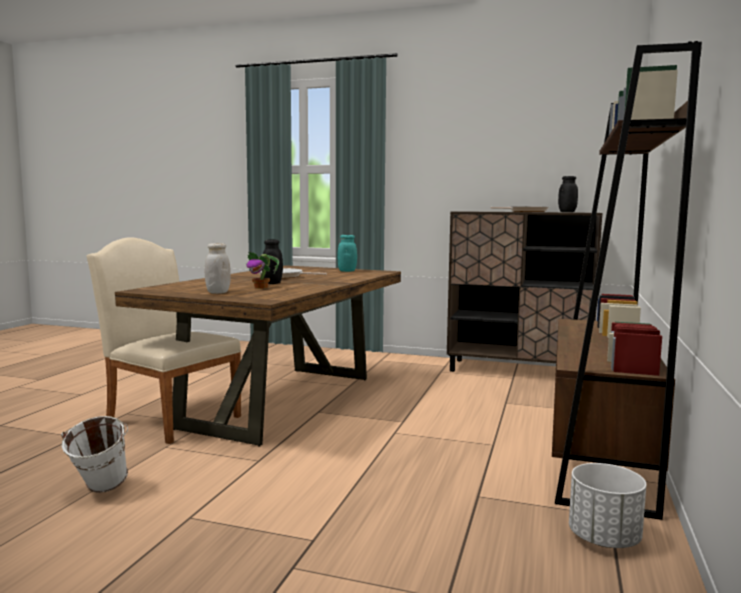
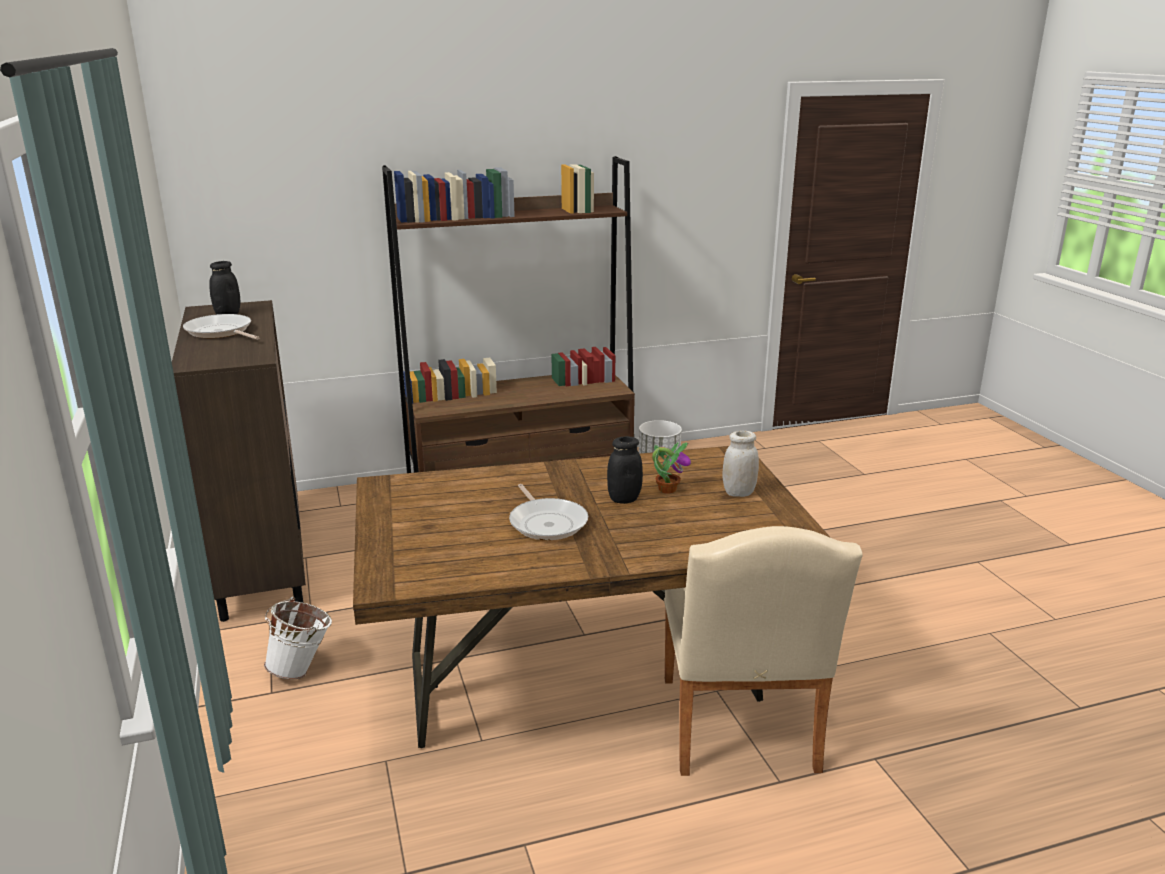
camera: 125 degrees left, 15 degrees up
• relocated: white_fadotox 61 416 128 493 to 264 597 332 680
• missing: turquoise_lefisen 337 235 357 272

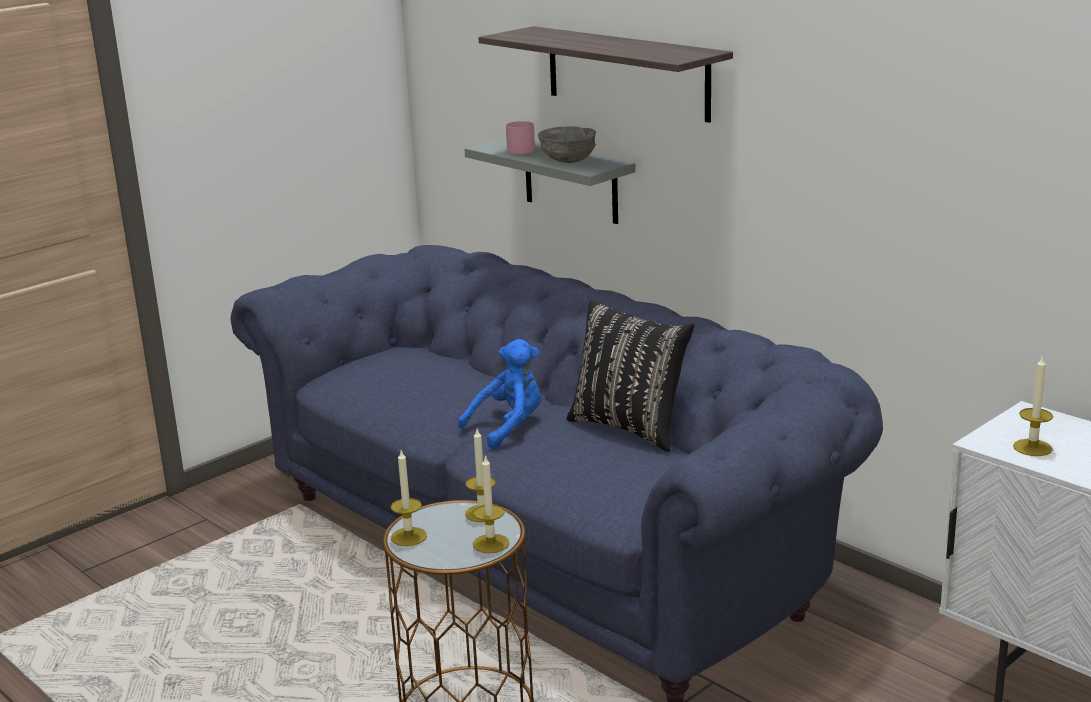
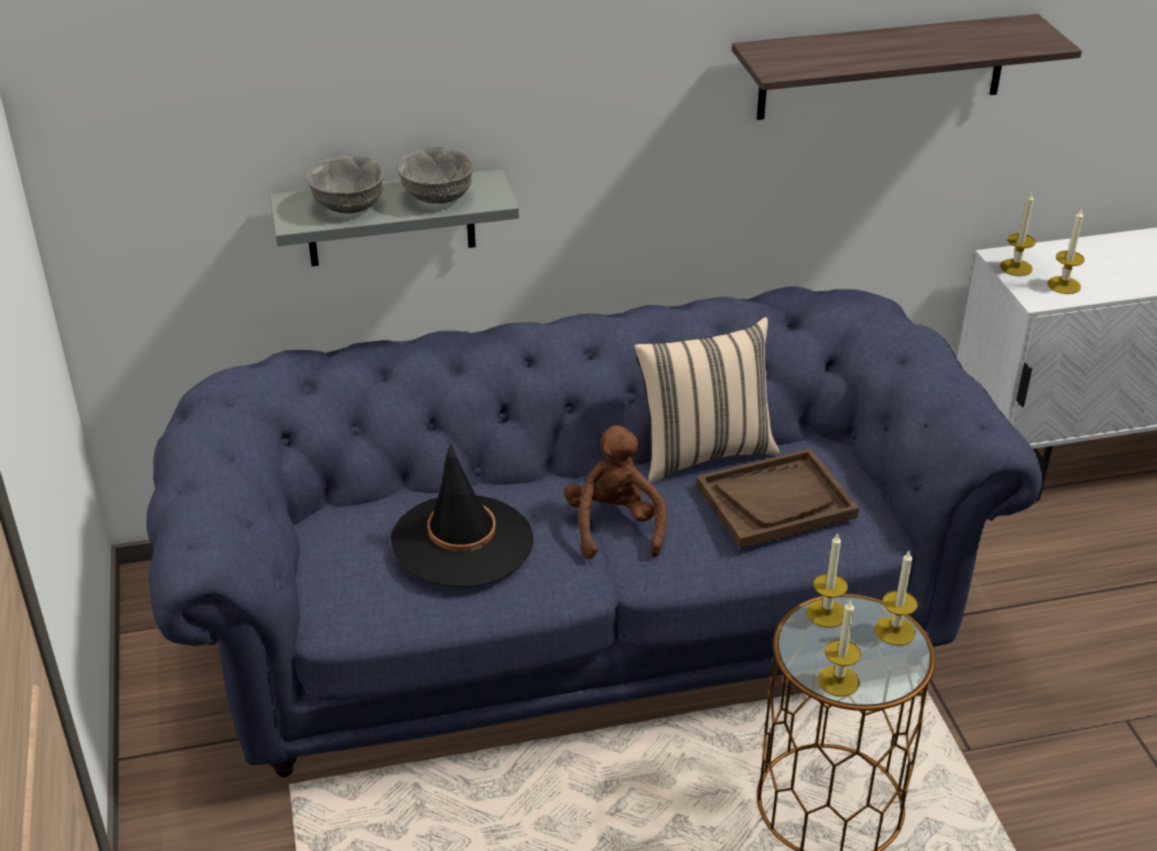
camera: 60 degrees left, 15 degrees up
• colour: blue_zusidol 458 339 541 450 to brown_zusidol 564 425 667 559
• relocated: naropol 478 26 733 123 to 732 14 1082 120
• exchanged: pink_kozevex 506 121 535 154 to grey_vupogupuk 306 156 384 213
• colour: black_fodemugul 566 300 694 452 to beige_fodemugul 634 317 779 483
• appeared: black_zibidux 391 443 534 587
• appeared: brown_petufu 696 448 859 549
• appeared: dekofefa 1000 191 1036 276

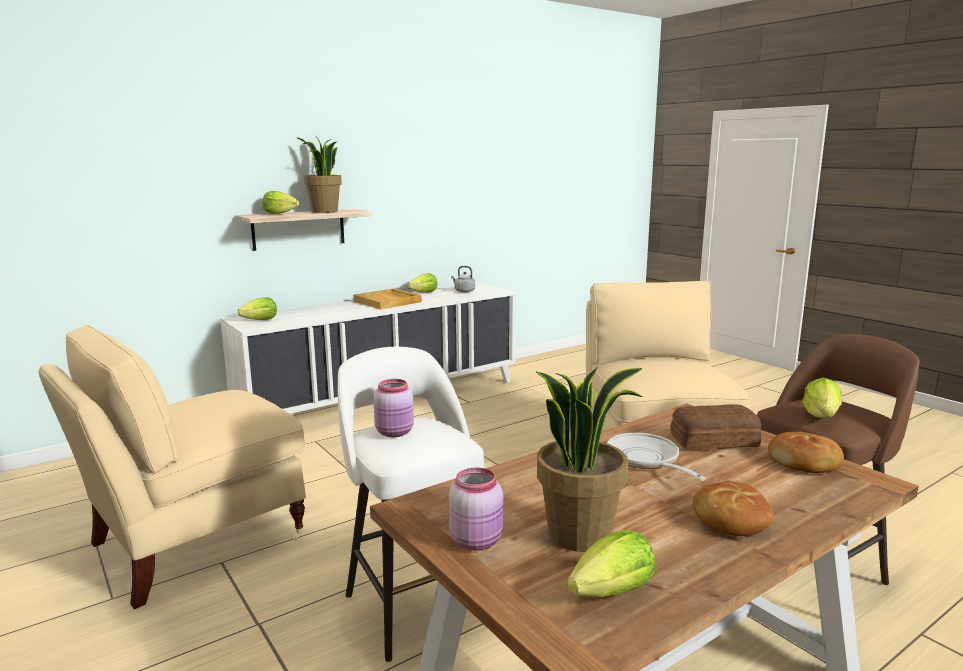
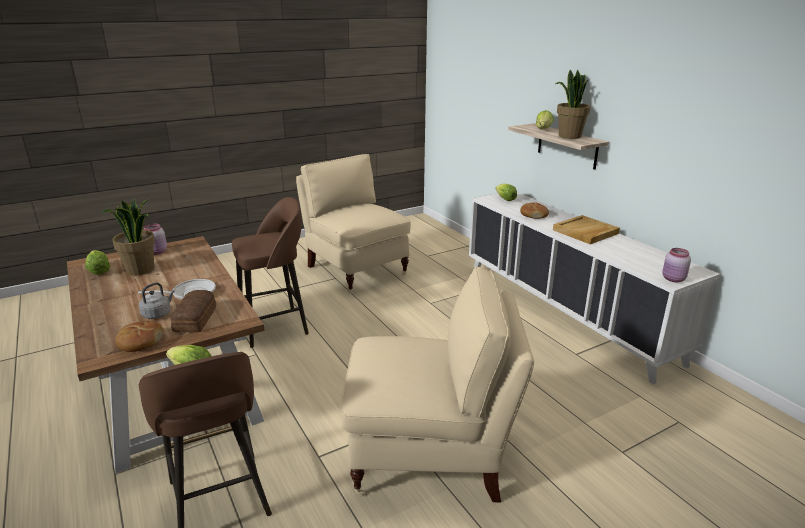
camera: 95 degrees right, 10 degrees up
• colour: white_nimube 338 347 484 662 to brown_nimube 232 197 309 348
• relocated: pink_lefisen 374 379 414 437 to 662 248 691 282
• missing: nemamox 407 273 438 293
• relocated: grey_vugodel 451 266 475 292 to 139 282 174 319
• relocated: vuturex 693 481 773 536 to 520 203 549 219

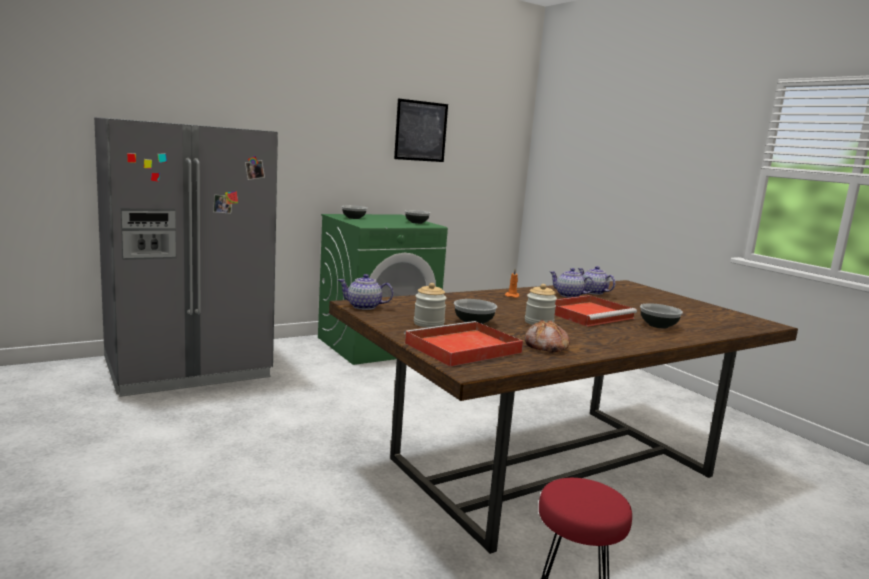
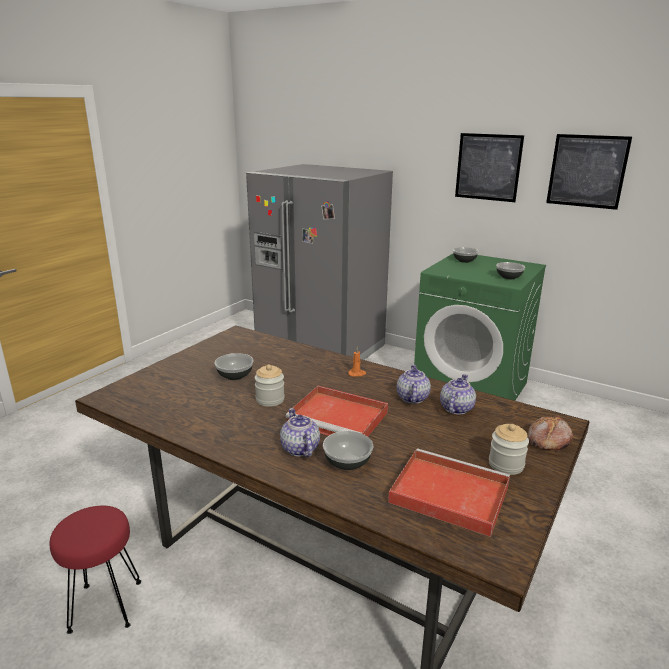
camera: 65 degrees right, 10 degrees up
• relocated: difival 338 274 393 310 to 280 408 320 457
• relocated: red_petufu 404 321 523 367 to 388 448 510 537
• relocated: lefisen 414 283 447 328 to 489 424 529 475
• relocated: vuturex 525 320 570 353 to 528 416 573 450
• appeared: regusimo 455 133 524 202

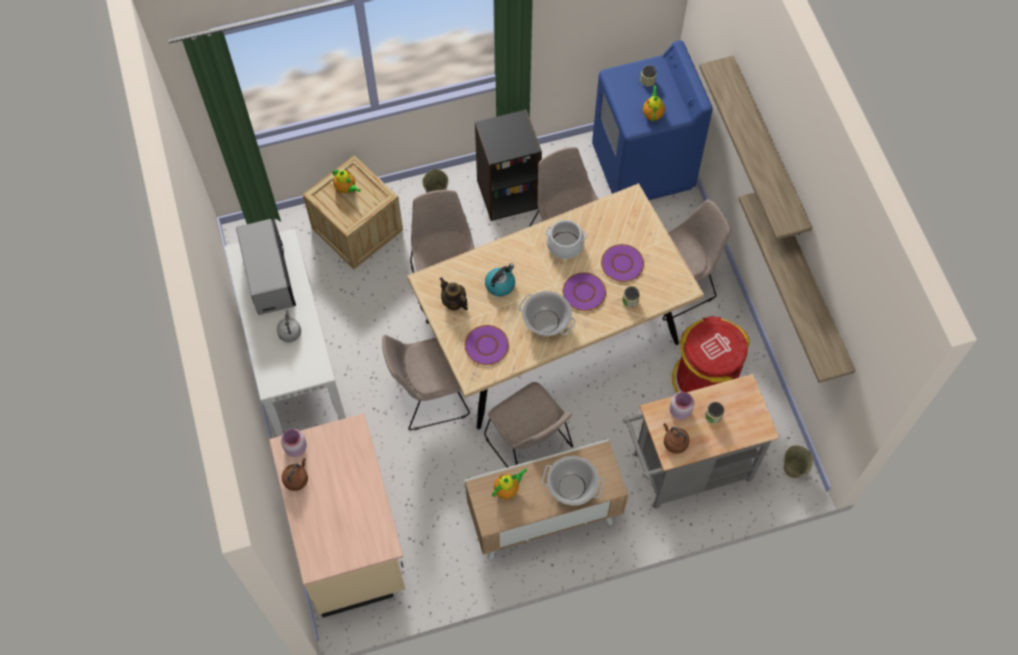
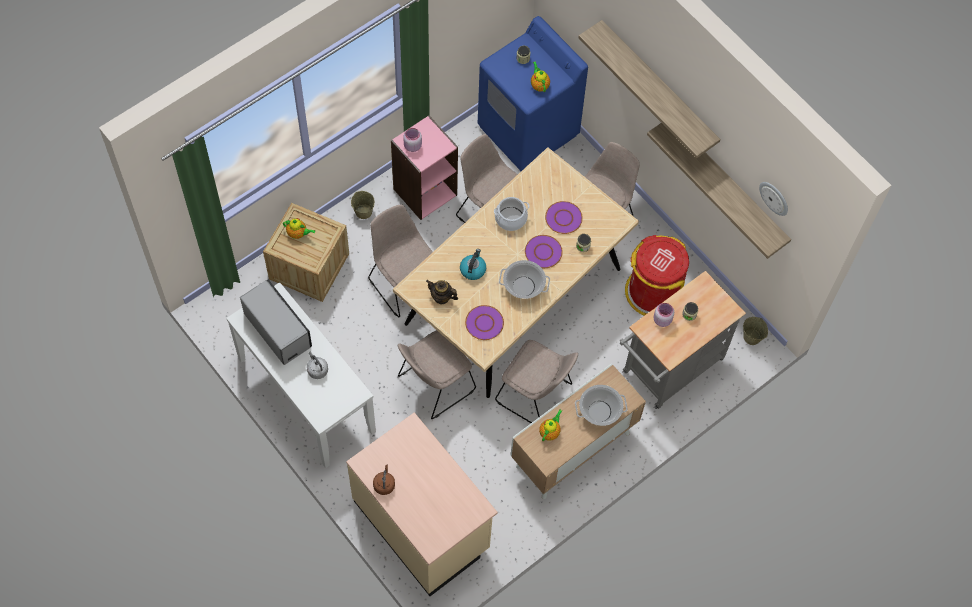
camera: 25 degrees left, 0 degrees up
• relocated: pink_lefisen 281 429 307 457 to 403 128 422 152
• colour: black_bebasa 475 109 542 221 to pink_bebasa 391 115 458 220
• missing: brown_vugodel 663 423 689 454
• appeared: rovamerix 759 182 788 216

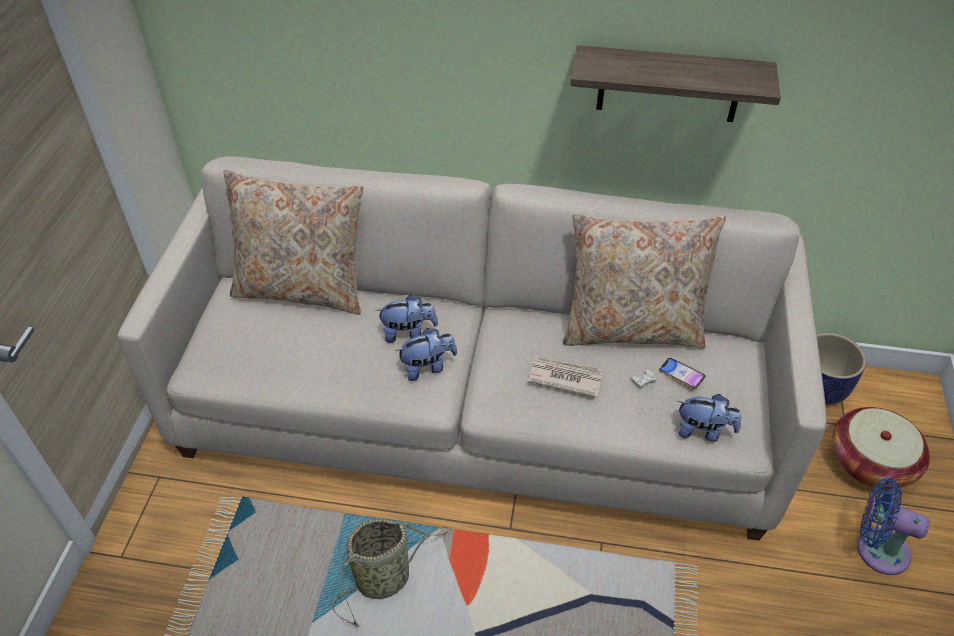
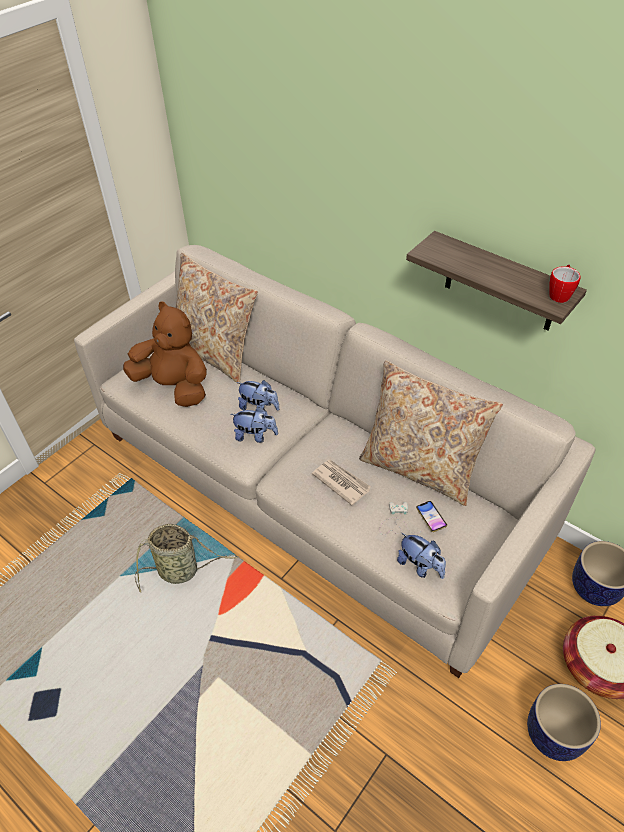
camera: 30 degrees right, 0 degrees up
• exchanged: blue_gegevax 857 478 930 575 to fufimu 527 684 601 761
• appeared: brown_zusidol 123 302 207 407
• appeared: kozevex 549 265 581 303

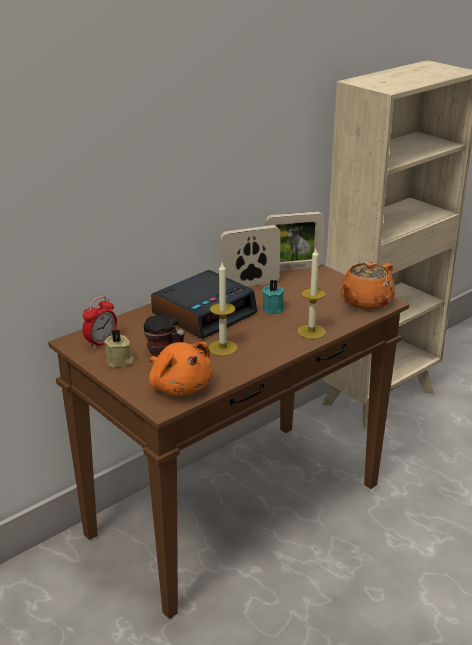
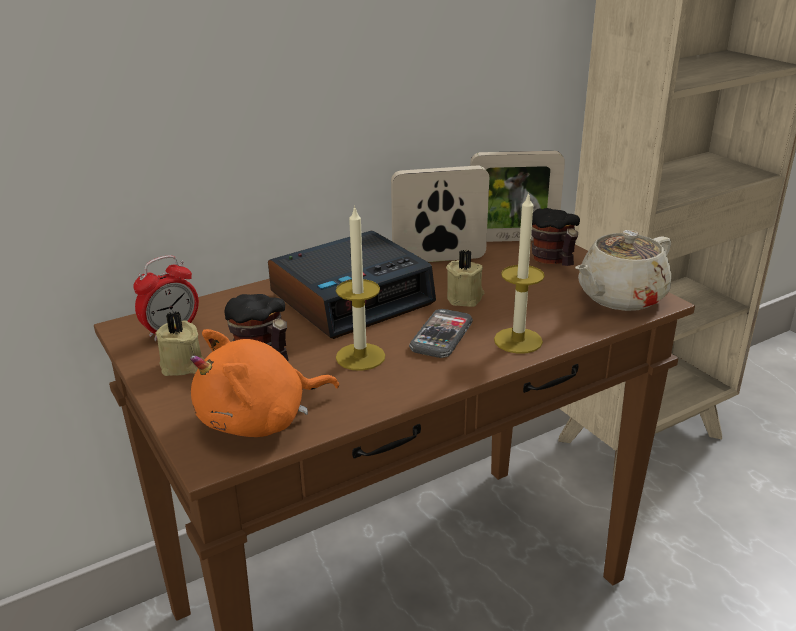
camera: 10 degrees right, 0 degrees up
• spun: orange_zusidol 149 342 213 396 = 190 329 339 437 90 degrees clockwise
• colour: turquoise_dekofefa 262 280 285 314 to beige_dekofefa 446 250 484 307
• colour: orange_difival 341 262 395 310 to beige_difival 575 230 671 311
• appeared: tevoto 409 309 473 358
• appeared: kozevex 531 208 580 266

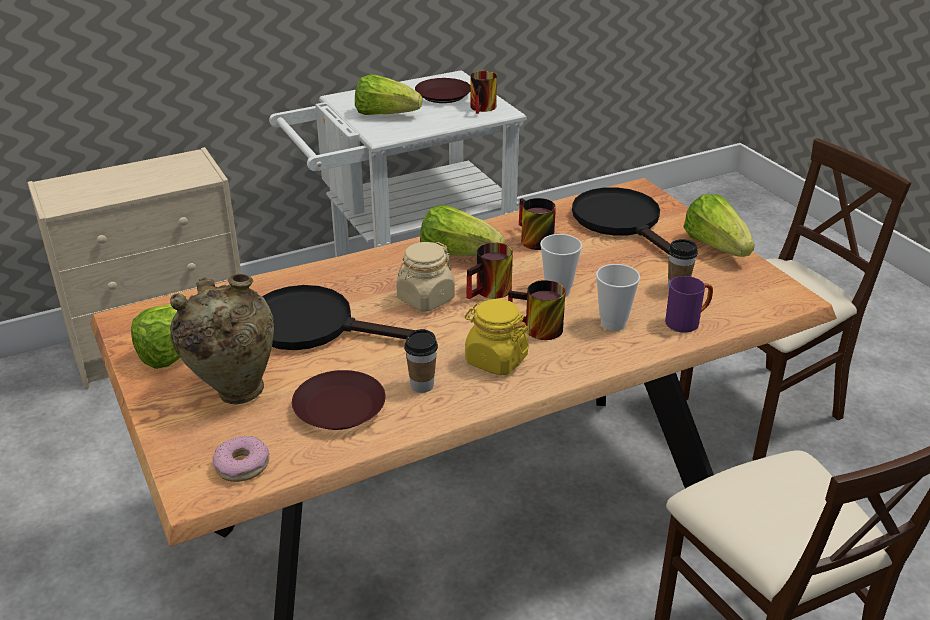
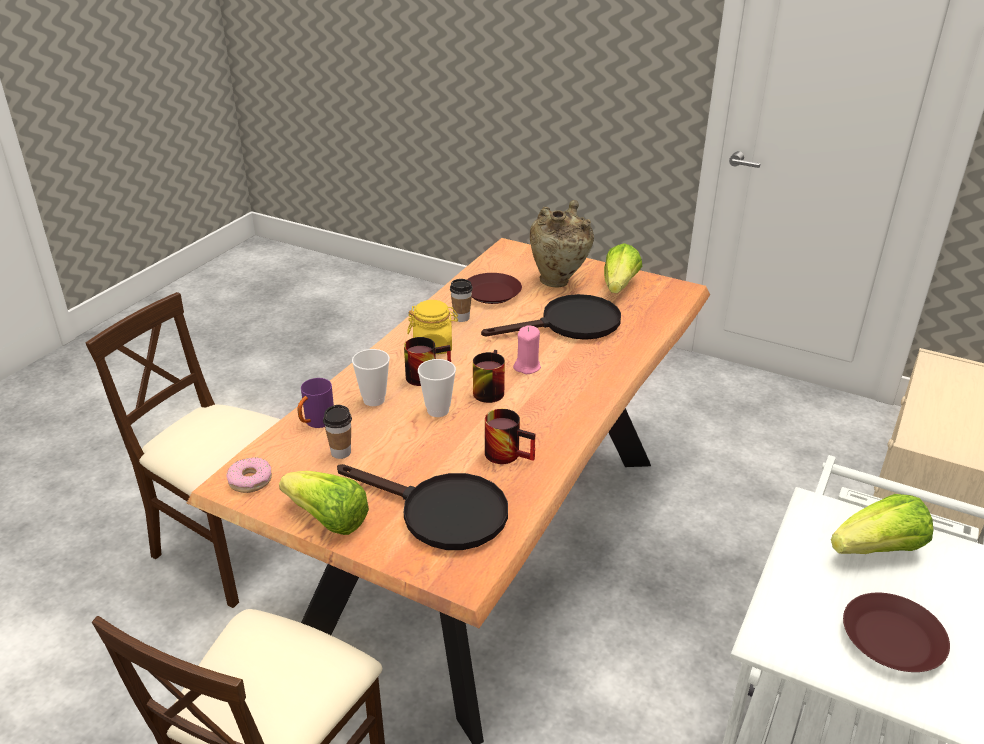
camera: 145 degrees right, 0 degrees up
• relocated: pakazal 212 436 270 482 to 226 457 272 493
• exchanged: beige_lefisen 396 242 455 311 to pink_dekofefa 513 325 541 374
• missing: nemamox 420 205 505 256
• missing: kozevex 470 71 497 114

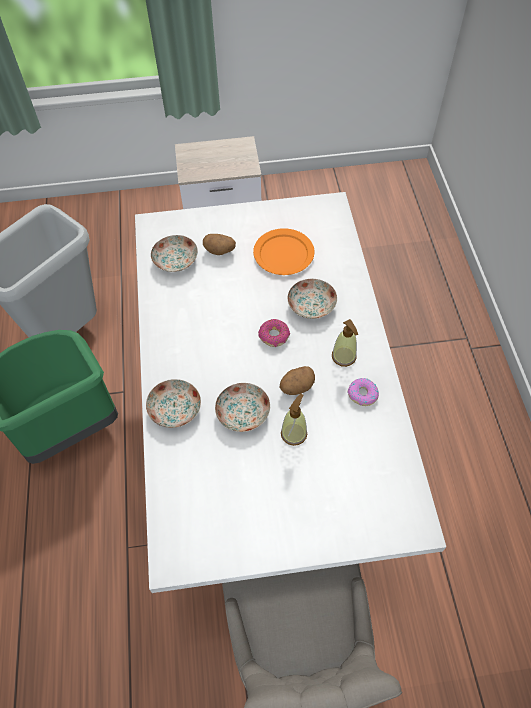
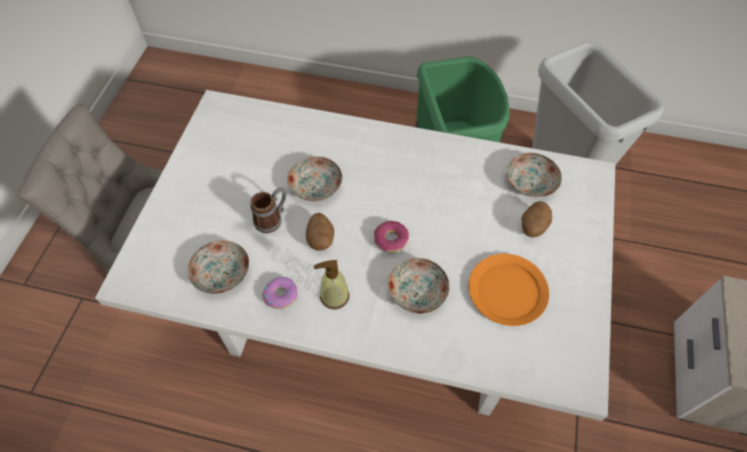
camera: 110 degrees right, 0 degrees up
• relocated: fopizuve 146 379 201 428 to 188 240 249 294
• exchanged: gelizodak 281 394 307 446 to kozevex 250 187 287 233

